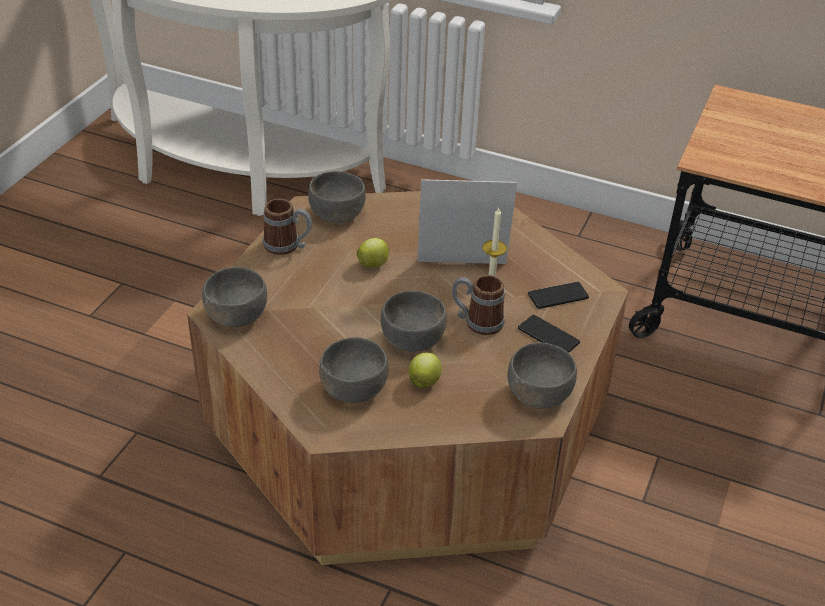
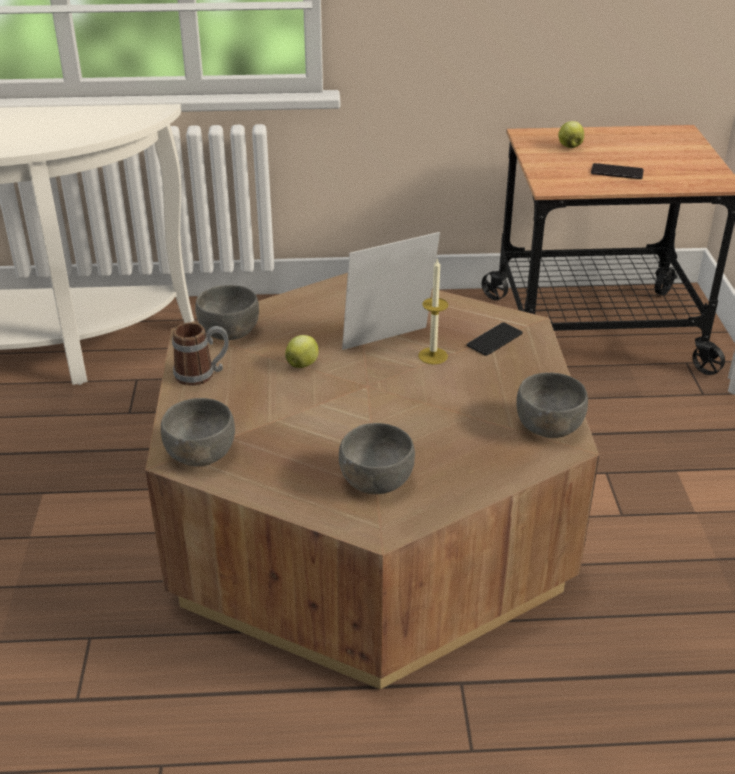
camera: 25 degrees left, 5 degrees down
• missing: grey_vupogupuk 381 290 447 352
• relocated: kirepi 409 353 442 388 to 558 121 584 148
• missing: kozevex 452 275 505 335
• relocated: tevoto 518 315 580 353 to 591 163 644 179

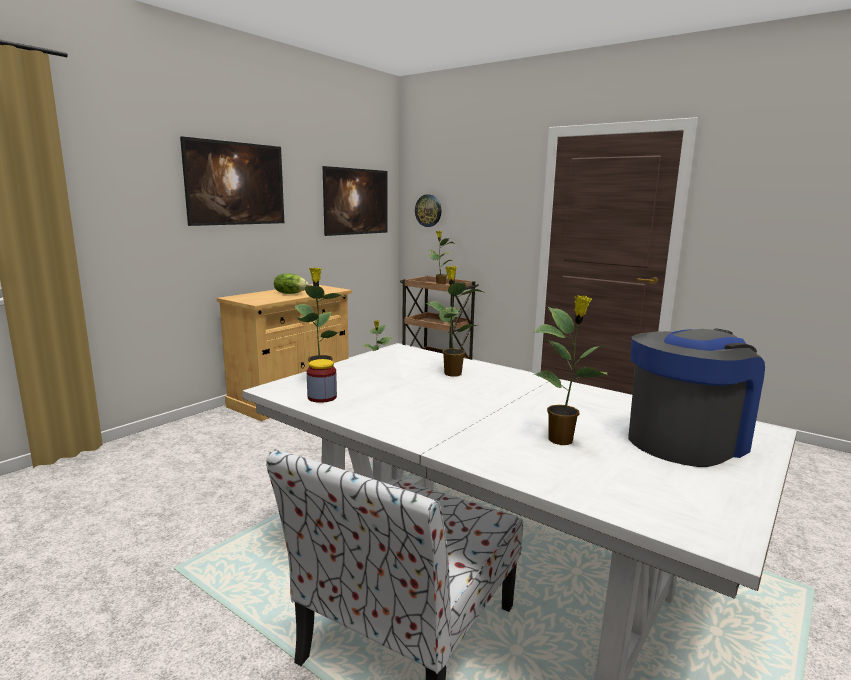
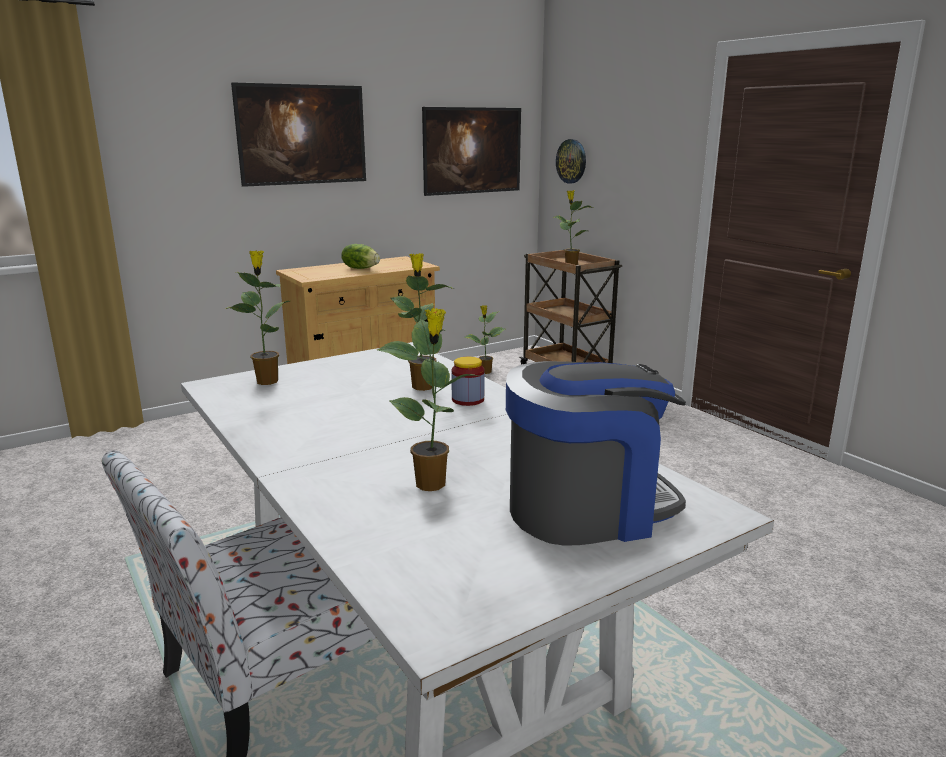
camera: 20 degrees right, 5 degrees up
• relocated: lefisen 307 359 337 403 to 451 357 485 406

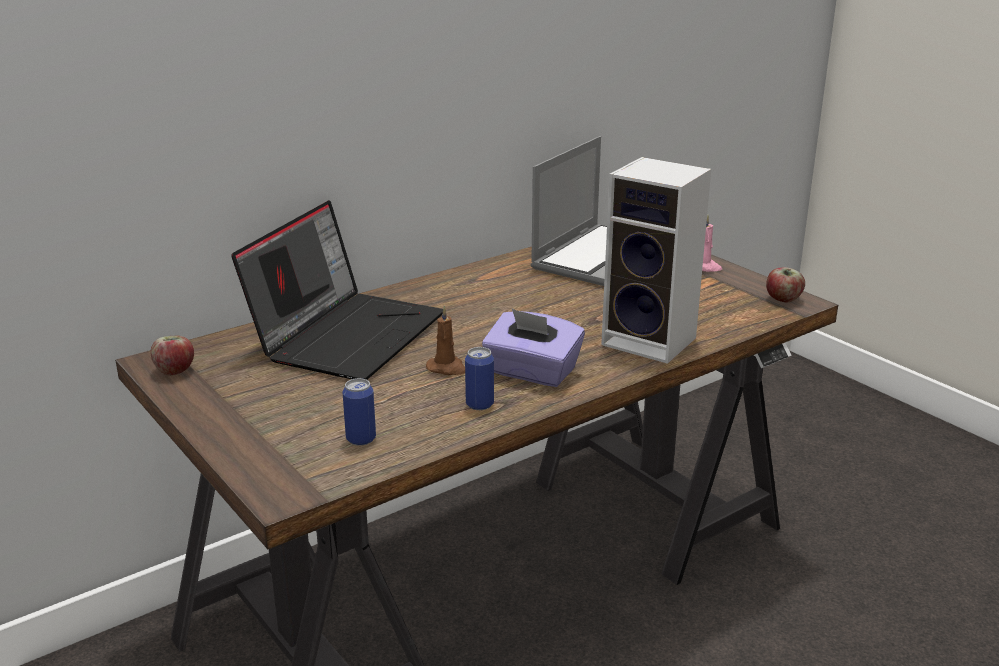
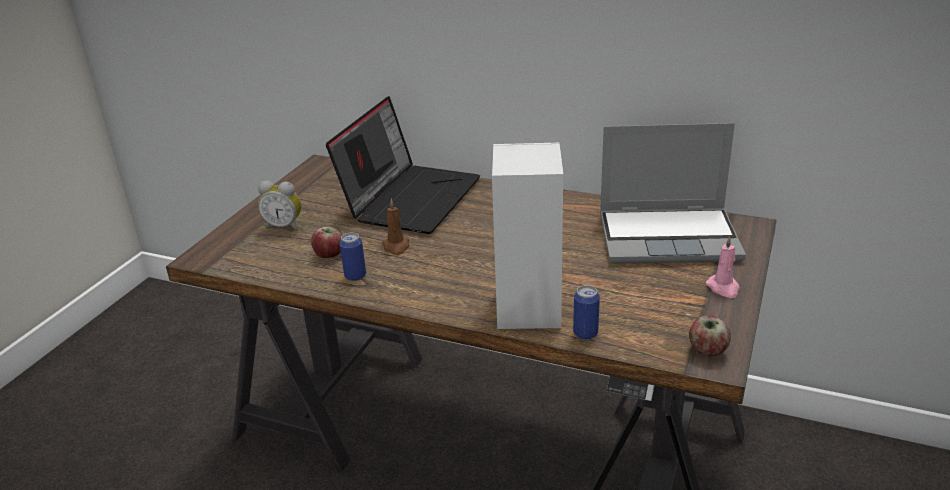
camera: 60 degrees right, 5 degrees up
• relocated: kirepi 150 336 194 375 to 311 226 343 258
• spun: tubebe 231 200 443 380 = 326 96 480 234 60 degrees counterclockwise
• relocated: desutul 343 378 376 446 to 573 285 600 340
• missing: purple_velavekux 482 309 585 387
• appeared: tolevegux 258 180 301 231

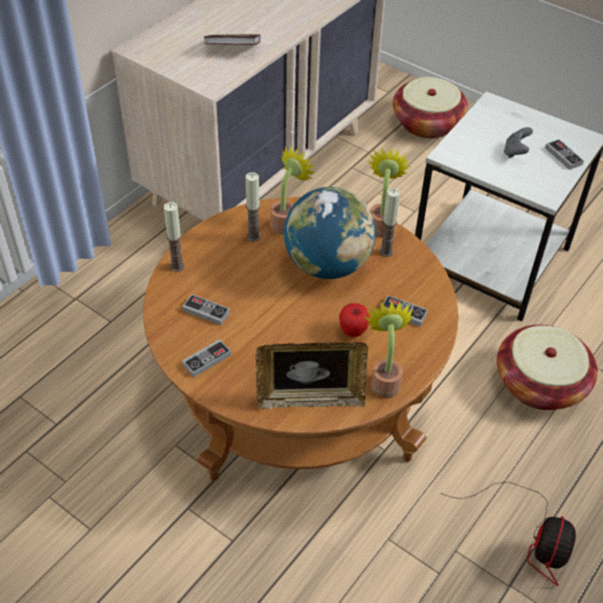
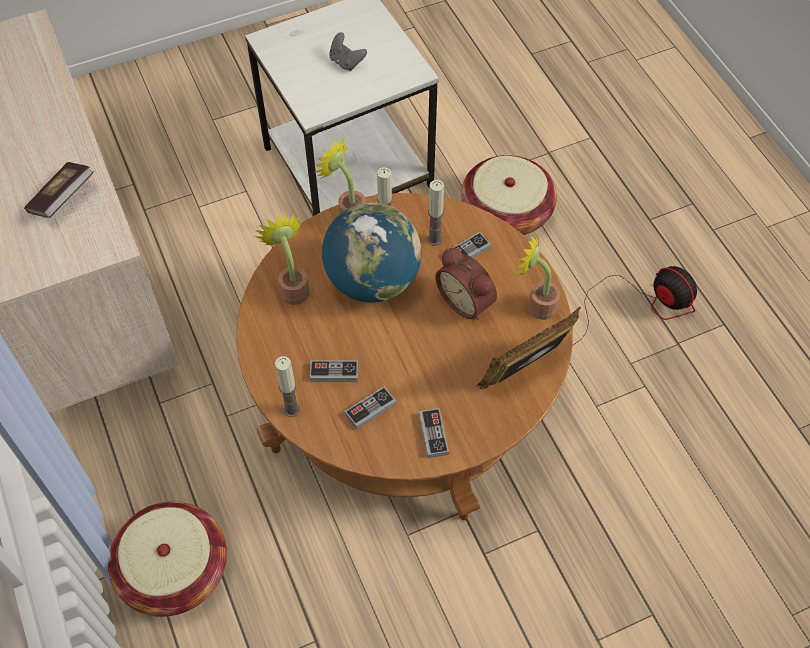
camera: 60 degrees left, 10 degrees up
• relocated: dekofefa 246 172 261 242 to 427 180 444 245
• spun: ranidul 256 342 368 409 = 477 307 581 389 150 degrees counterclockwise
• exchanged: kirepi 339 303 370 337 to tolevegux 435 248 497 320
• relocated: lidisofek 393 77 468 138 to 108 501 227 617
• relocated: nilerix 545 139 584 170 to 310 360 358 382

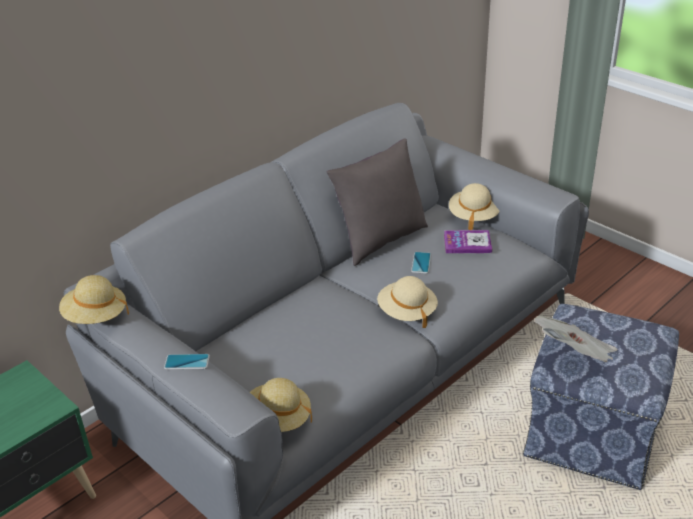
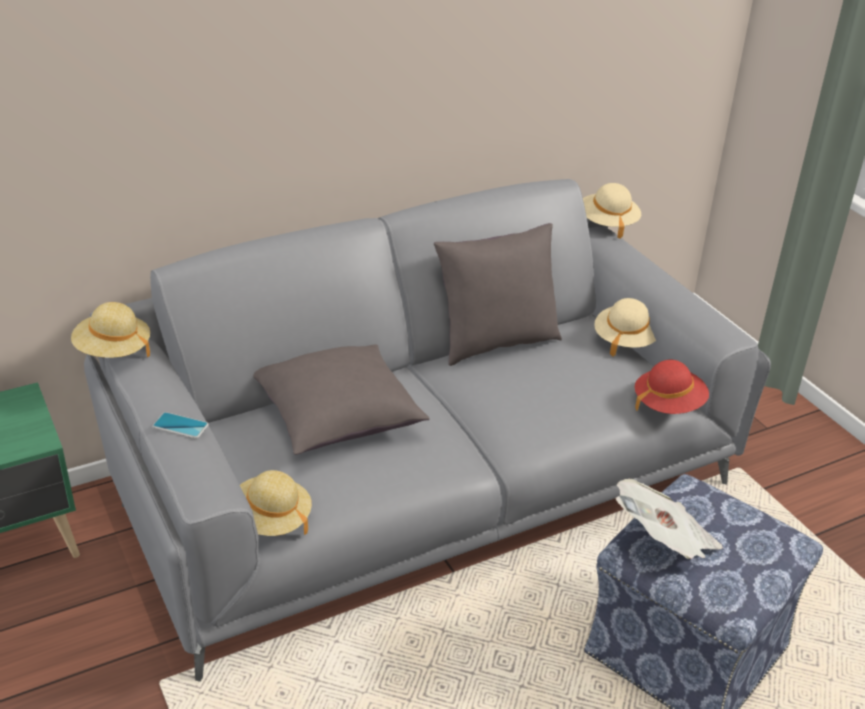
camera: 15 degrees right, 0 degrees up
• relocated: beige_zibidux 377 276 438 328 to 583 183 641 239
• missing: tevoto 411 252 431 274
• missing: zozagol 444 230 492 253
• appeared: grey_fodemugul 253 344 430 455
• appeared: red_zibidux 635 360 709 414

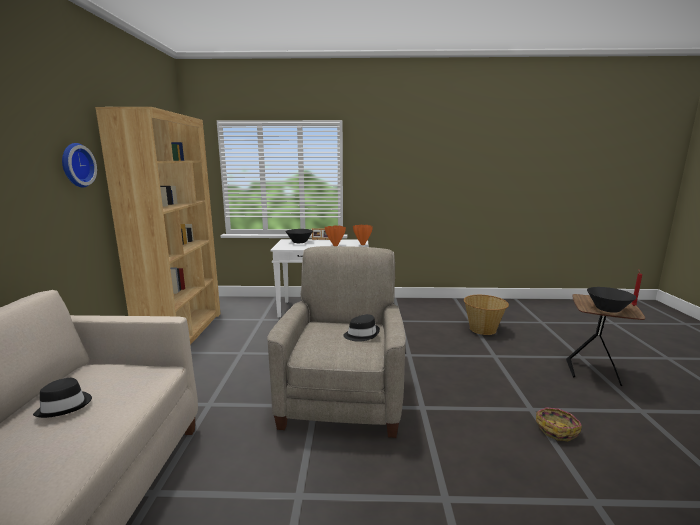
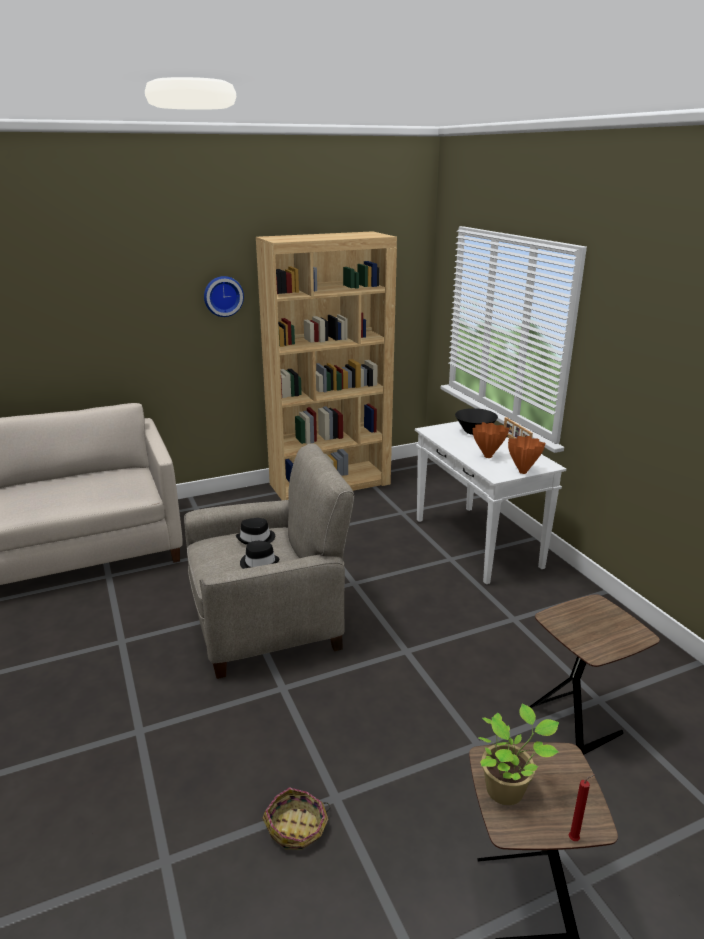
camera: 65 degrees right, 10 degrees up
• relocated: black_zibidux 33 378 92 418 to 236 518 275 545
• exchanged: lidisofek 464 295 509 335 to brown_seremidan 529 594 660 755
• exchanged: black_vupogupuk 587 287 636 313 to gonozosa 478 704 559 805

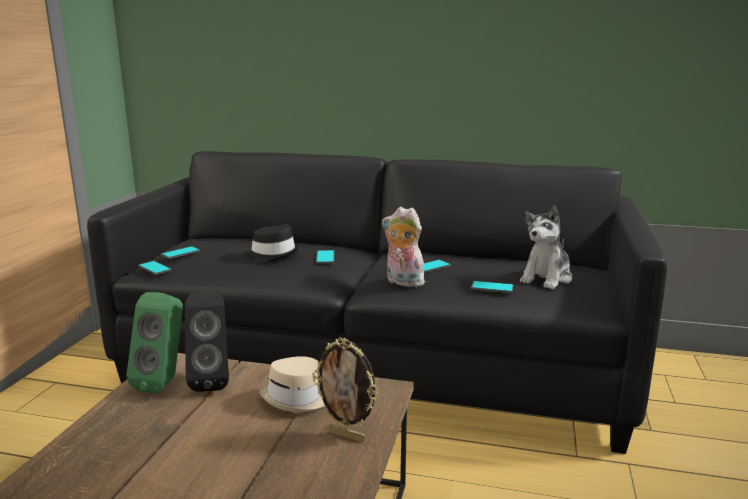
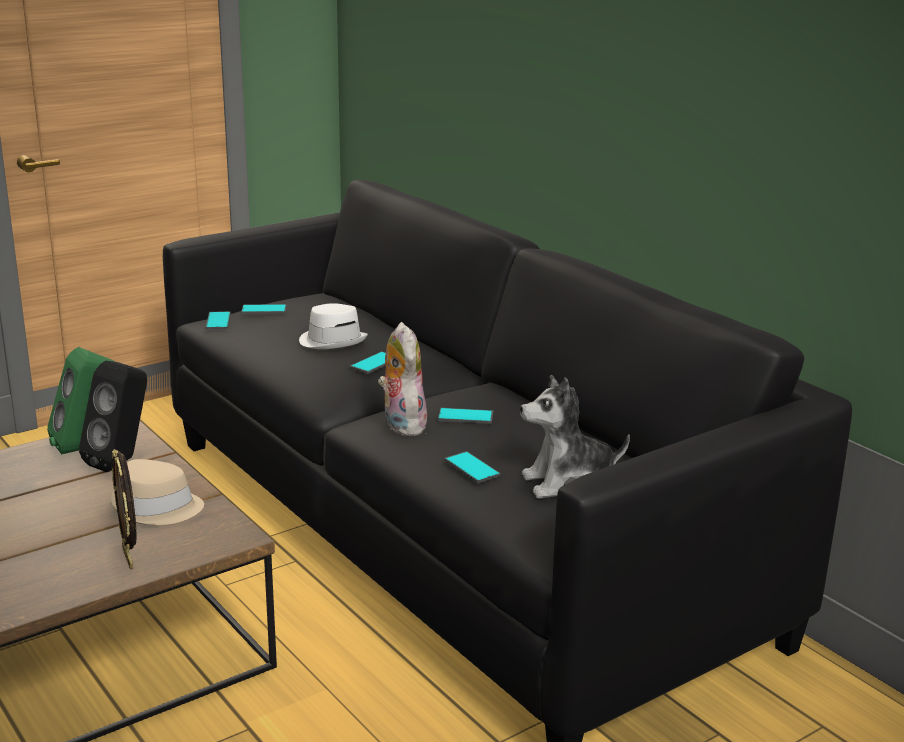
camera: 40 degrees right, 5 degrees up
• colour: black_zibidux 245 225 300 261 to white_zibidux 299 303 368 349

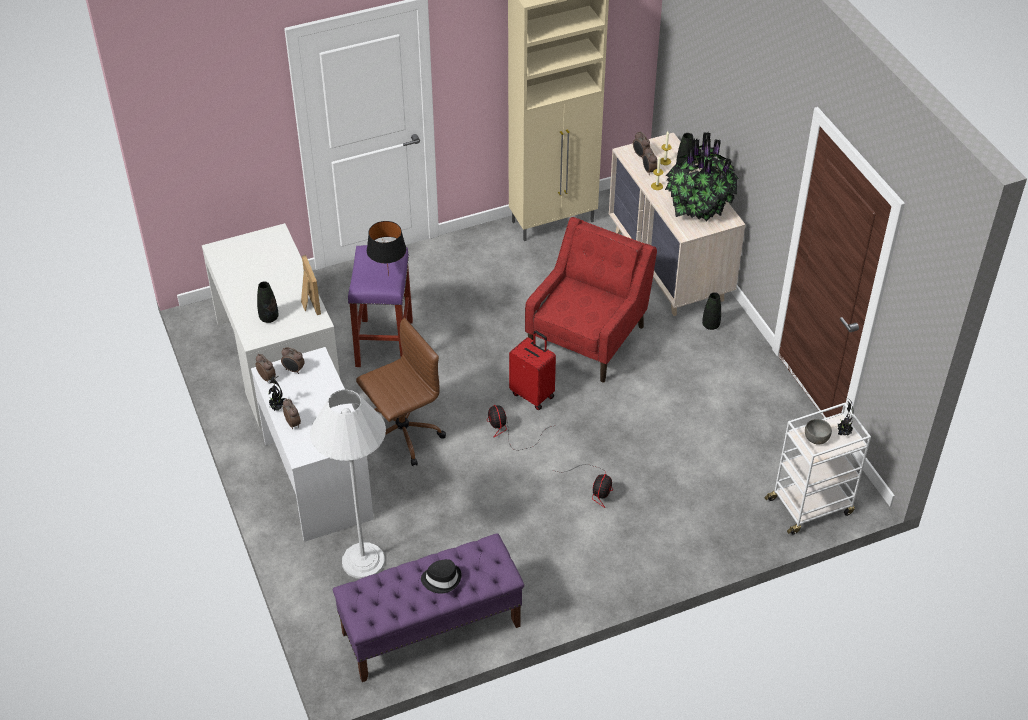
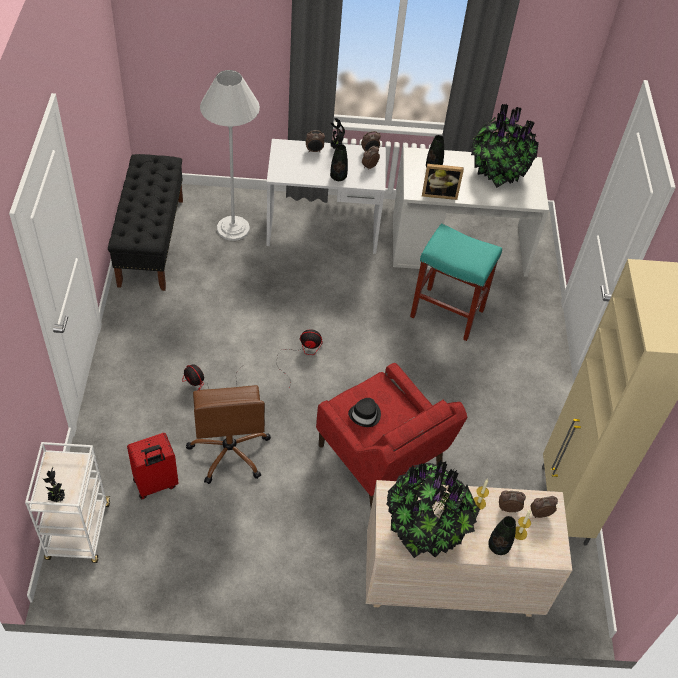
camera: 110 degrees right, 5 degrees up
• colour: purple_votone 333 533 524 682 to black_votone 108 154 183 291
• colour: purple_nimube 348 245 413 367 to turquoise_nimube 410 224 502 341
• relocated: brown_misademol 356 318 446 466 to 186 385 271 484
• missing: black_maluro 367 221 406 276
• relocated: black_zibidux 421 559 462 594 to 348 398 381 427
• relocated: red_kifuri 509 330 556 410 to 127 433 178 499
• relocated: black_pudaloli 702 292 721 330 to 330 144 348 181
• missing: grey_vupogupuk 805 419 832 444
• appeared: gonozosa 471 104 539 188

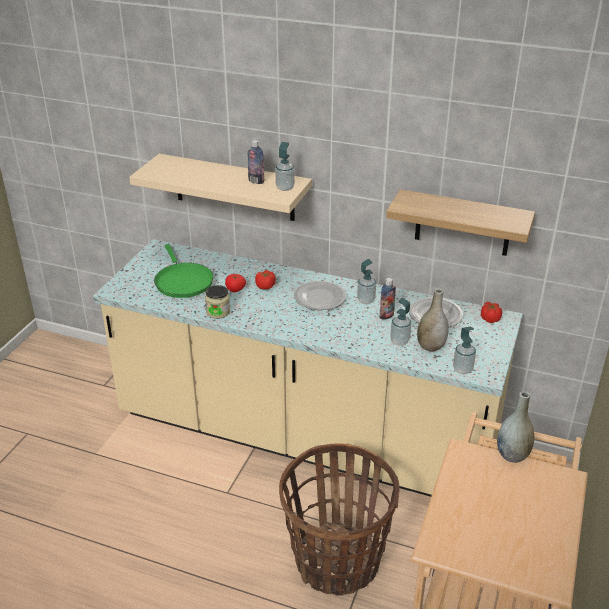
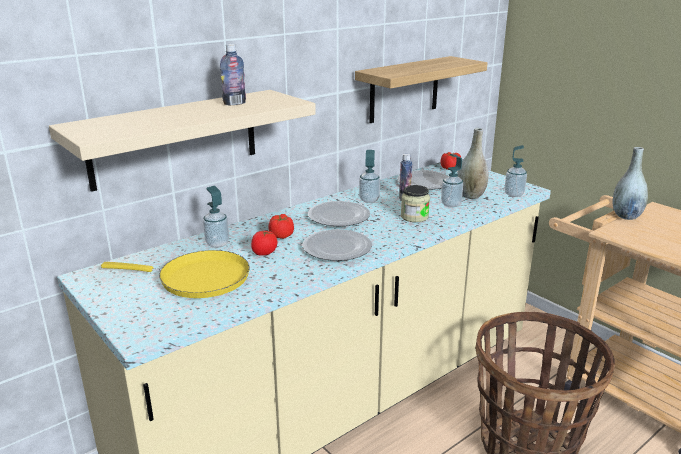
camera: 60 degrees left, 10 degrees down
• colour: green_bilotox 154 244 214 298 to yellow_bilotox 101 250 250 298
• relocated: lefisen 205 285 230 319 to 401 185 430 222
• relocated: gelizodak 275 142 295 191 to 203 186 229 248
• appeared: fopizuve 303 229 372 261

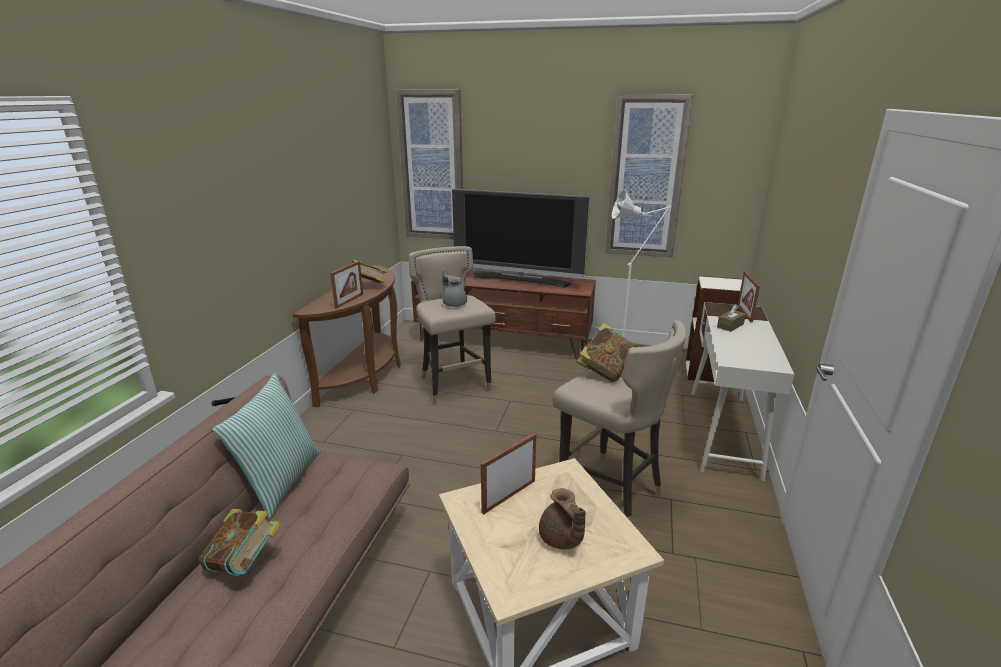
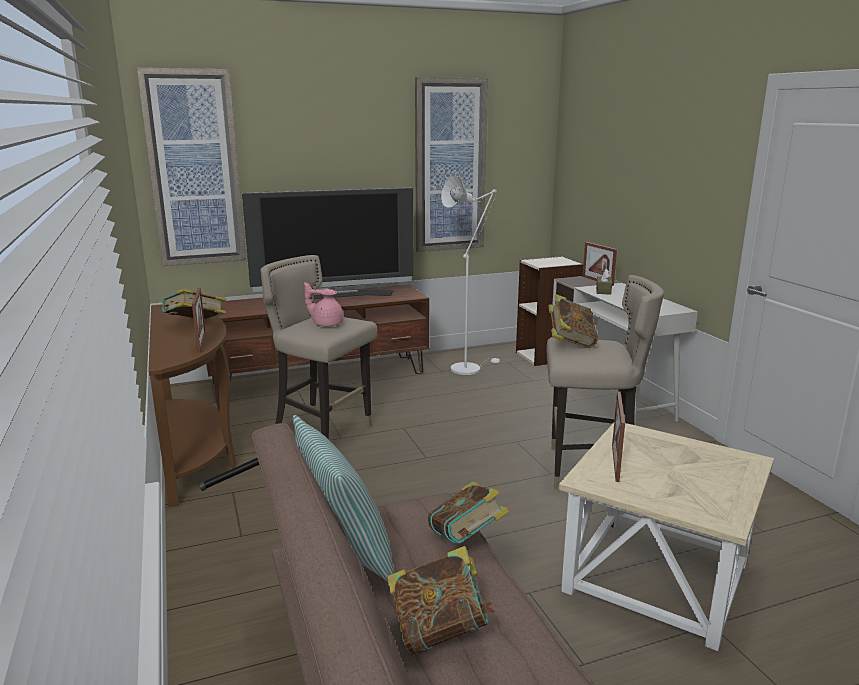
camera: 35 degrees left, 5 degrees down
• colour: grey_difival 442 268 467 307 to pink_difival 304 282 344 326
• missing: brown_difival 539 488 585 549
• appeared: zozagol 428 481 510 544

